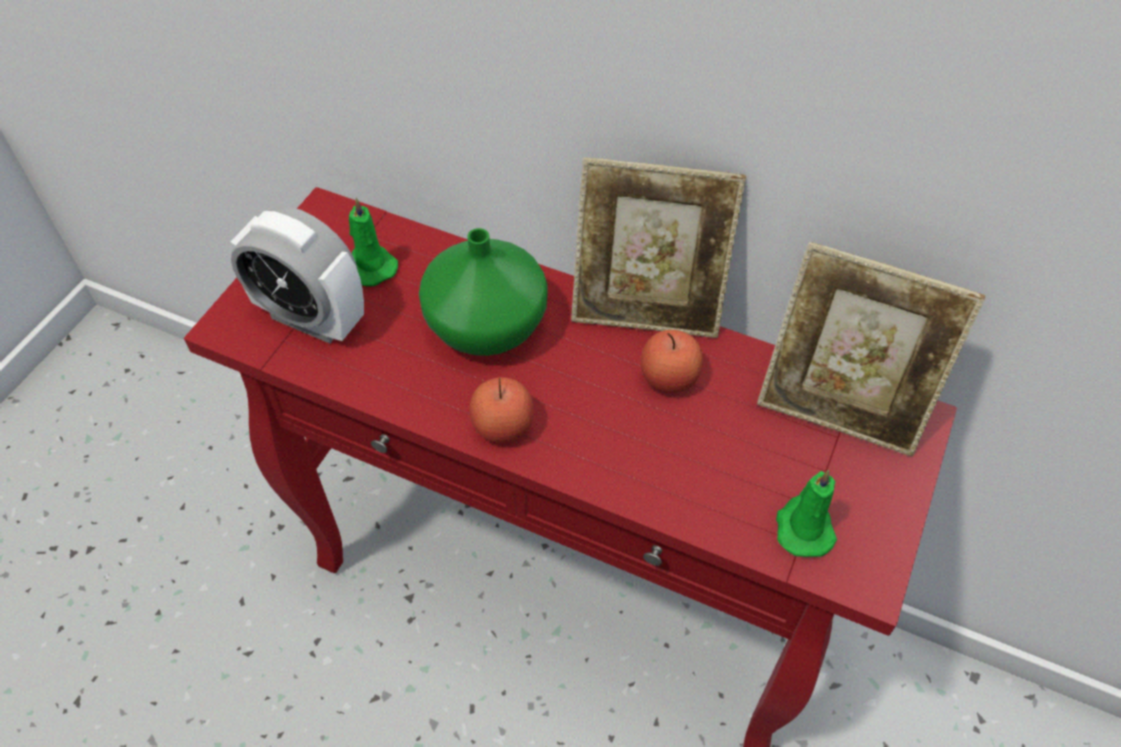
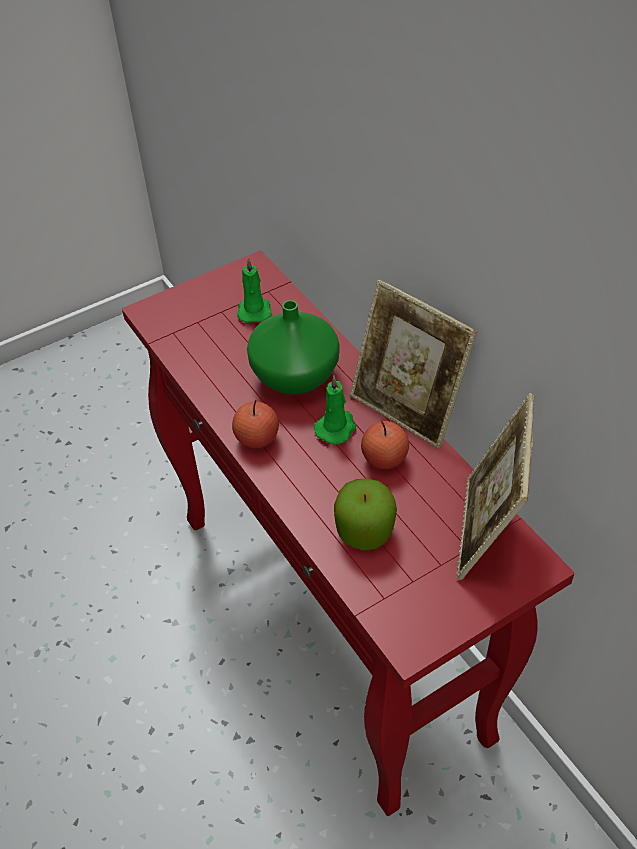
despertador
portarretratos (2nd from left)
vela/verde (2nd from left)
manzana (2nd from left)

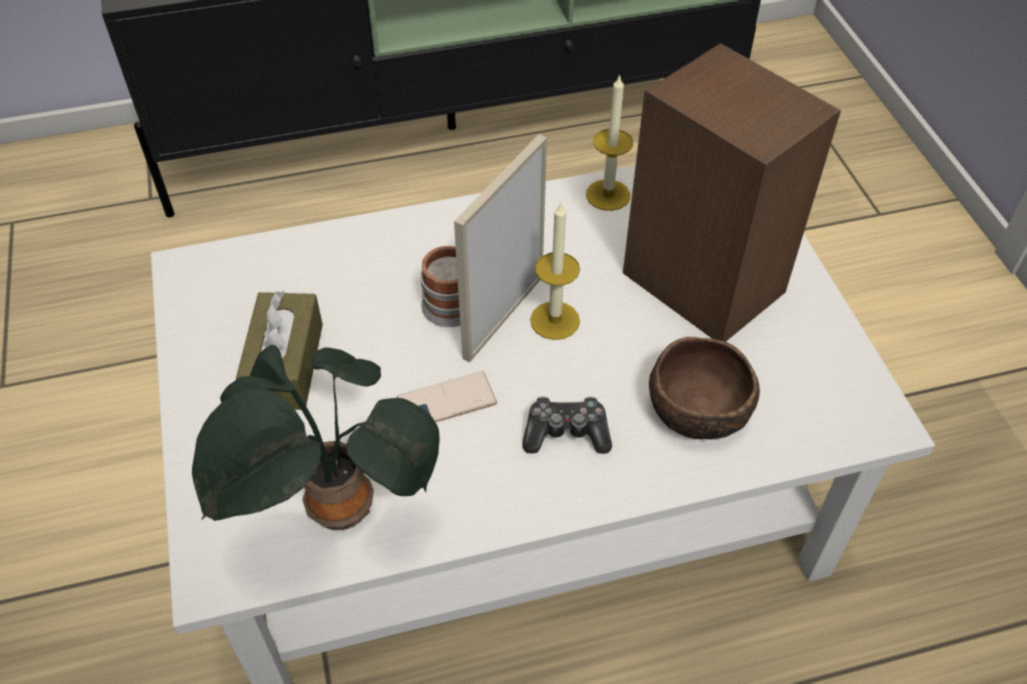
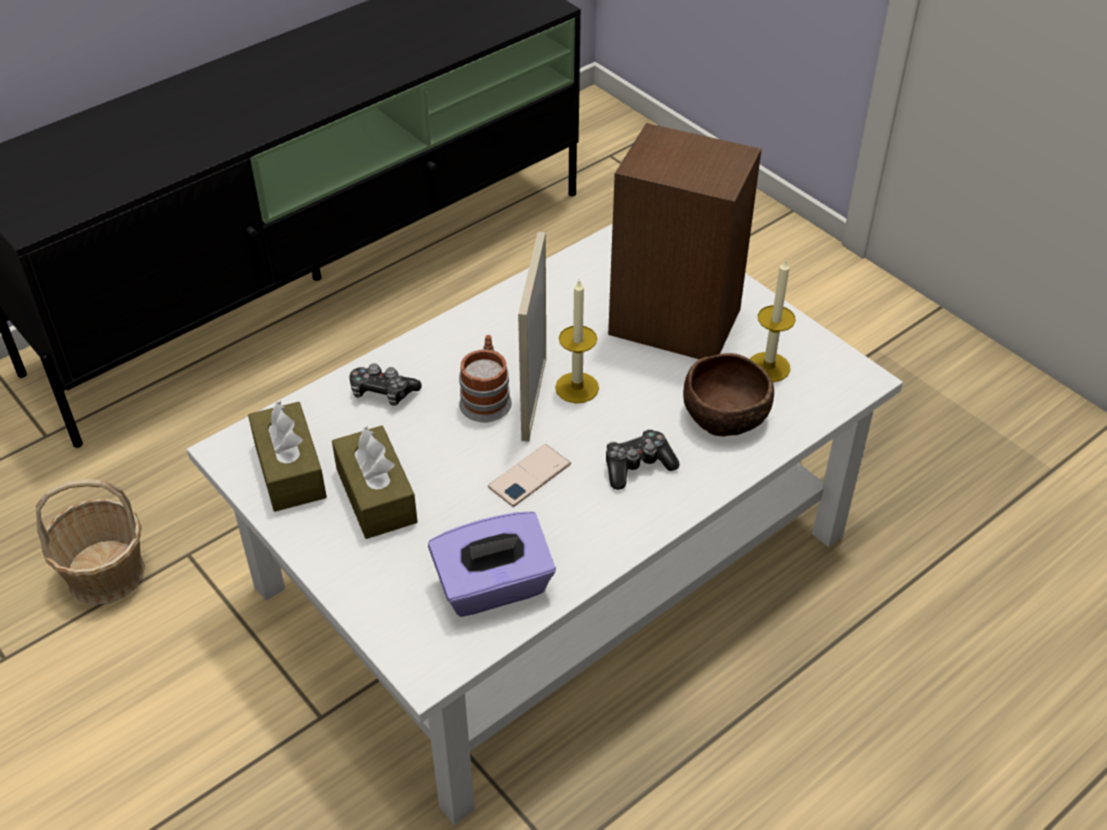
vela (2nd from left)
caja de pañuelos/morado
mando de consola (1st from left)
caja de pañuelos/marrón (1st from left)
cesta

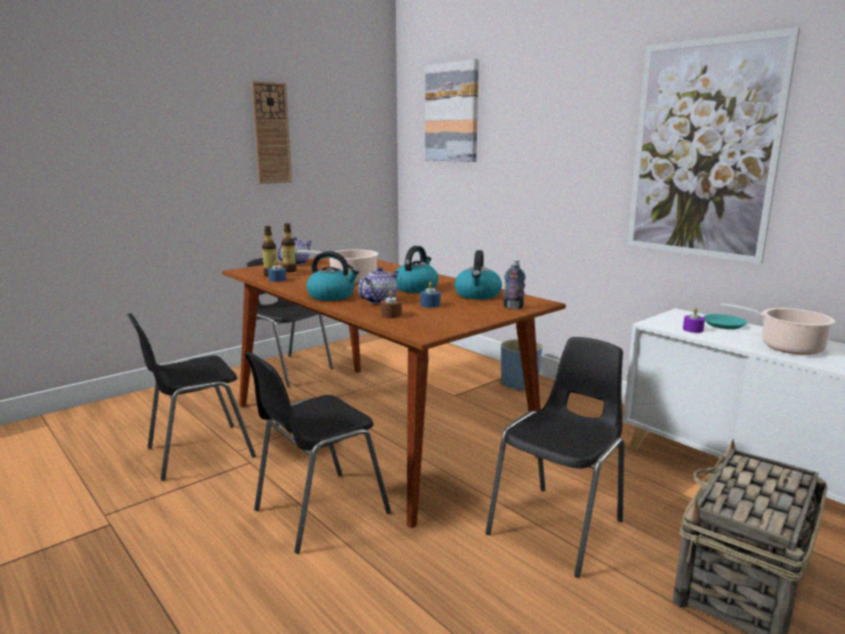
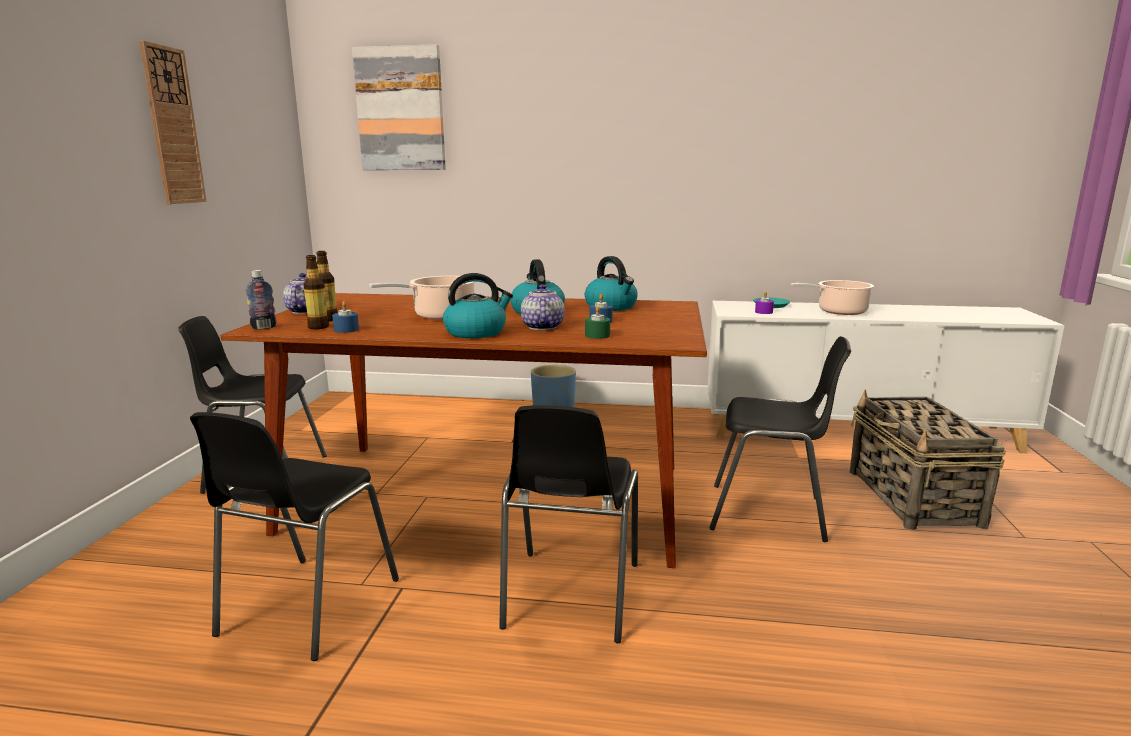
cuadro (2nd from left in the first image)
botella (1st from left)
vela/verde
silla/negro (4th from left)

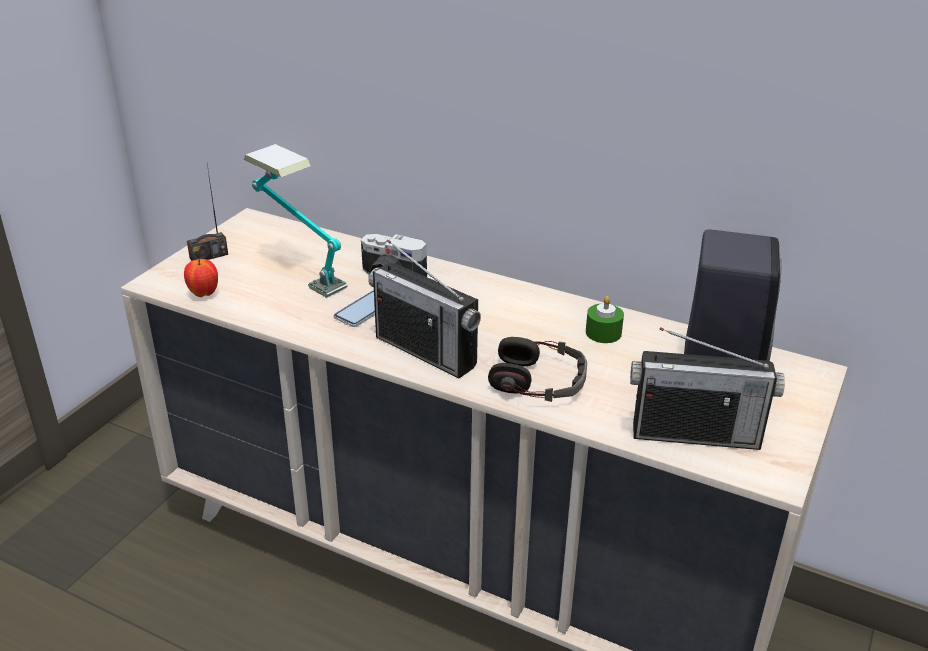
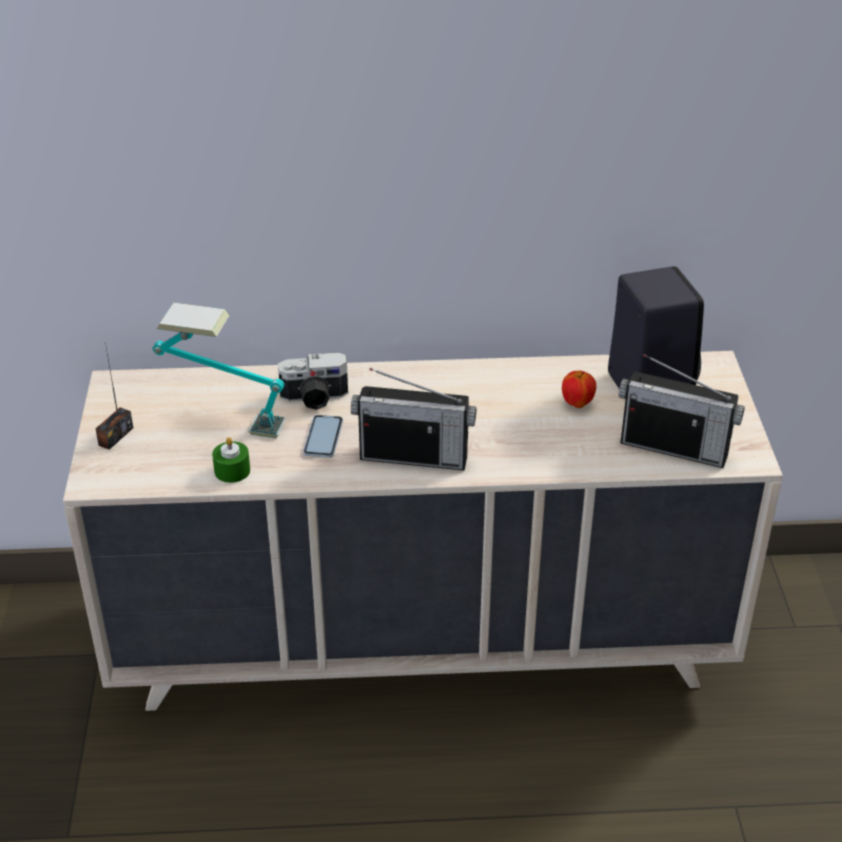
manzana
vela/verde
radio (3rd from left)
auriculares

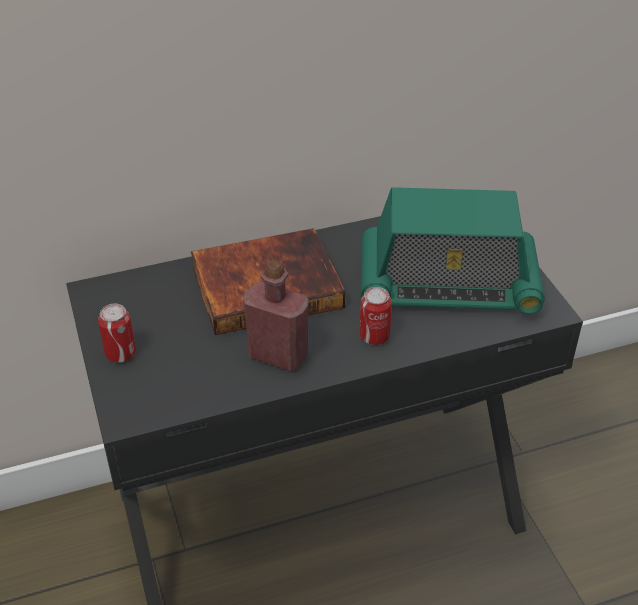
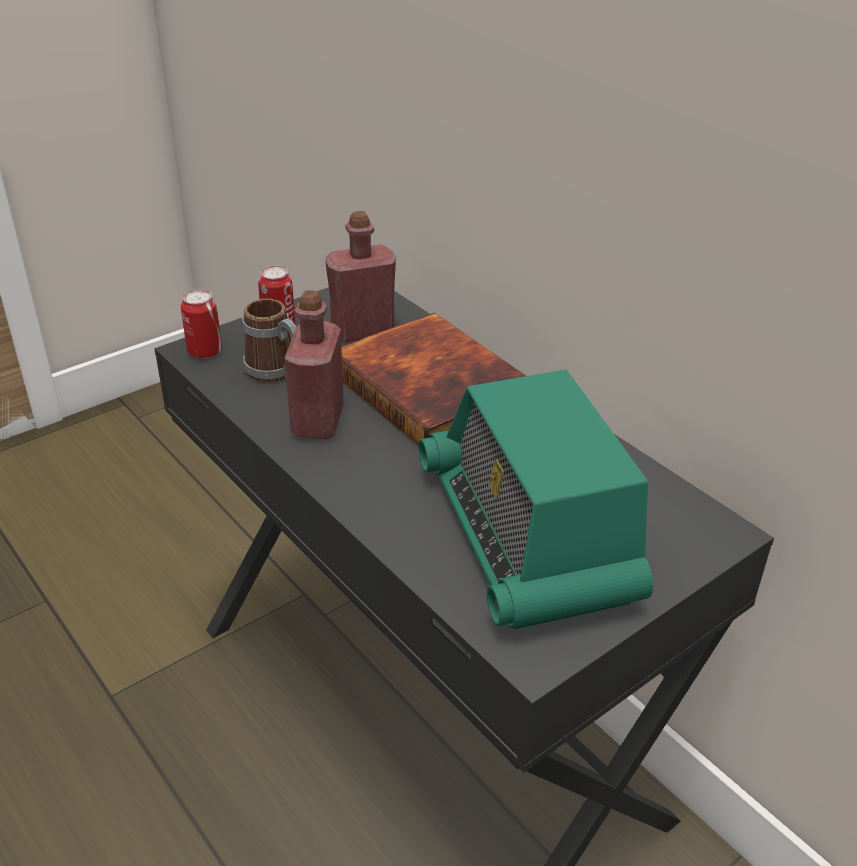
lata (1st from left)
botella/rojo (2nd from left)
taza grande

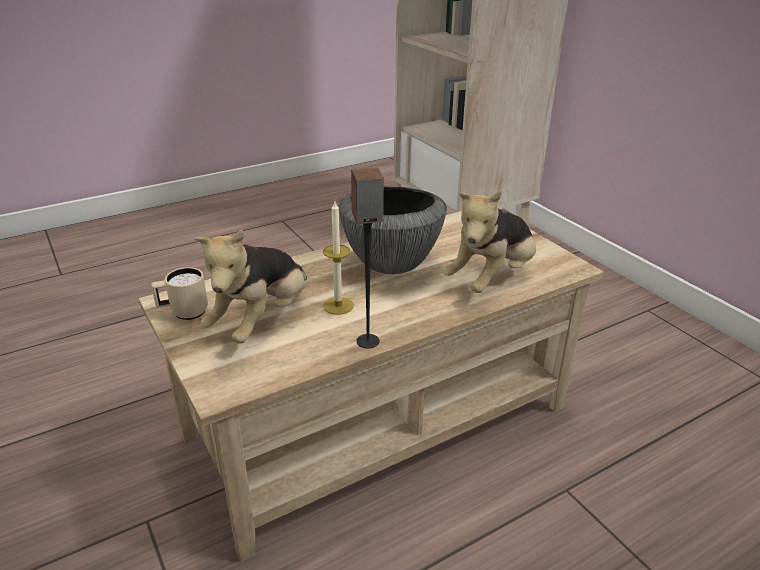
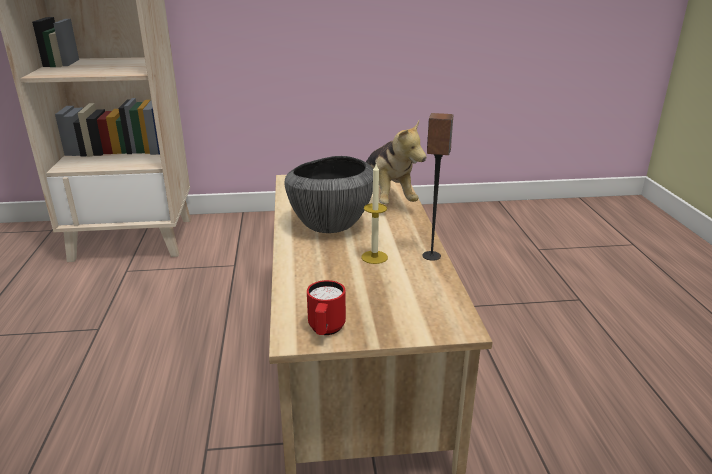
peluche (1st from left in the first image)
taza grande/rojo

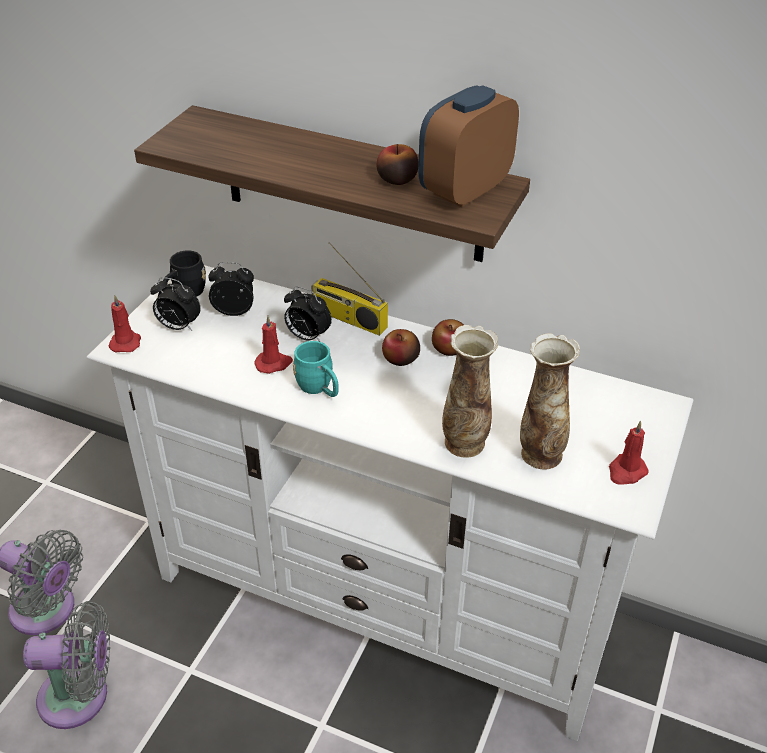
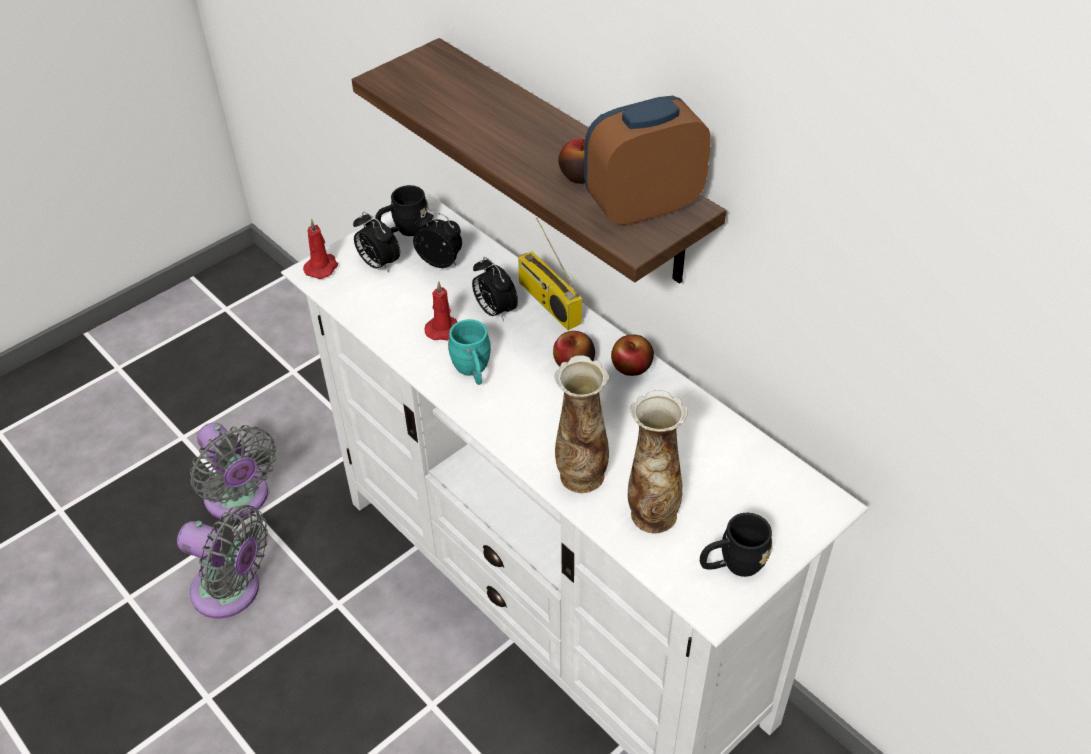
taza grande/negro (2nd from left)

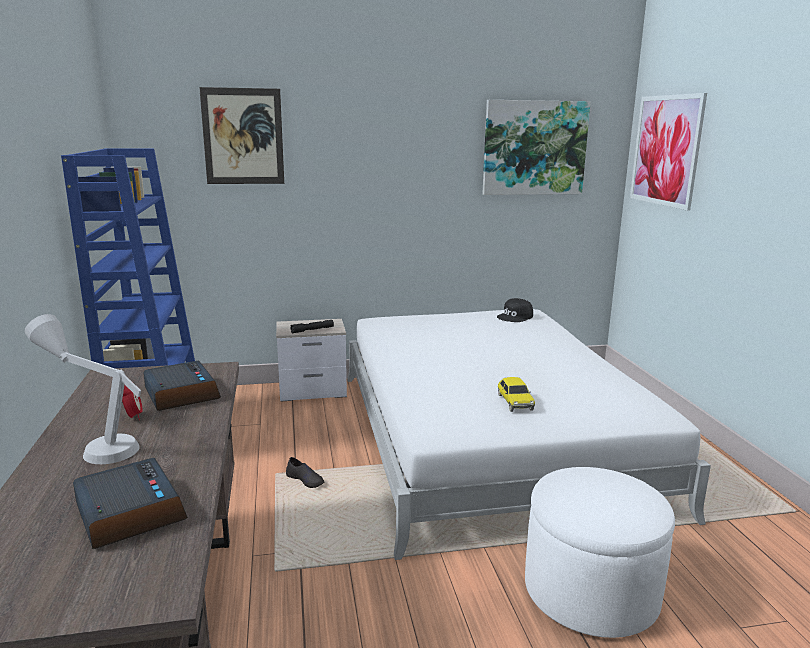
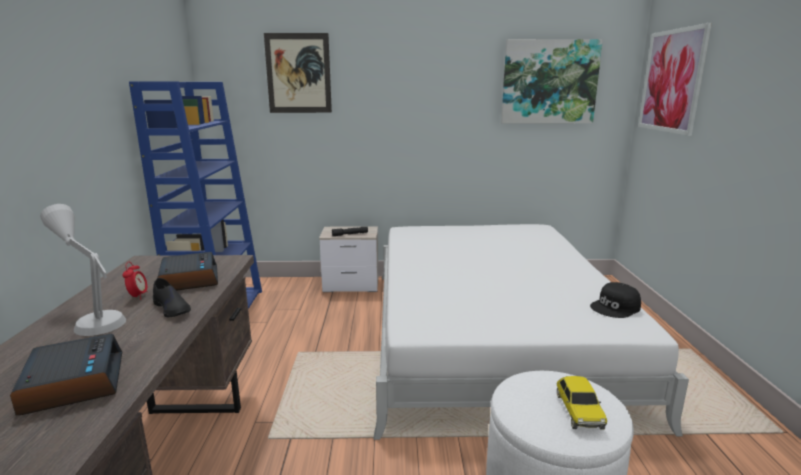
gorra/negro
coche de juguete
zapato/negro

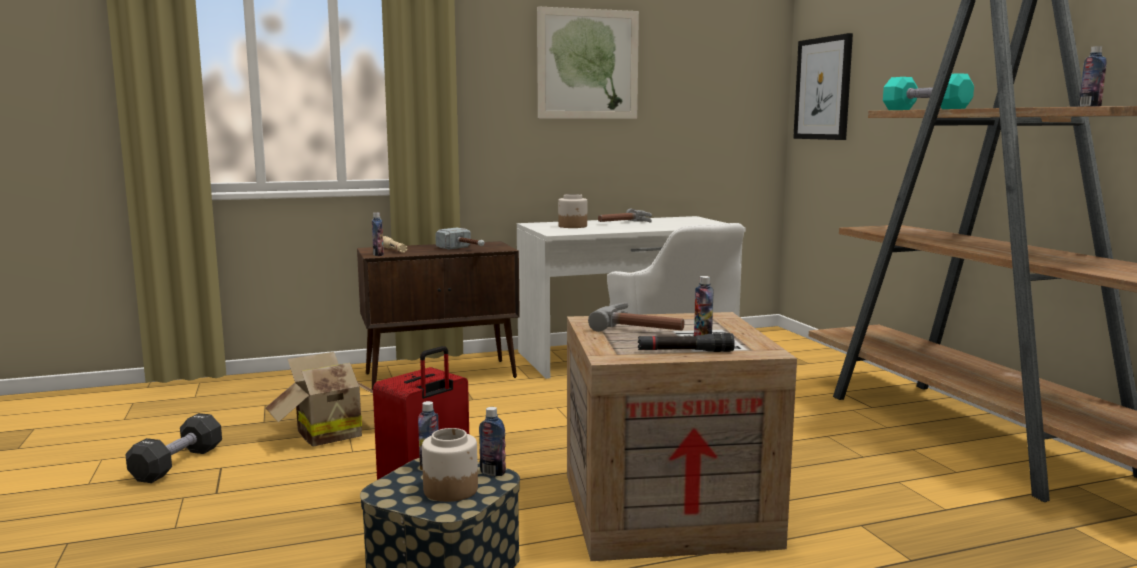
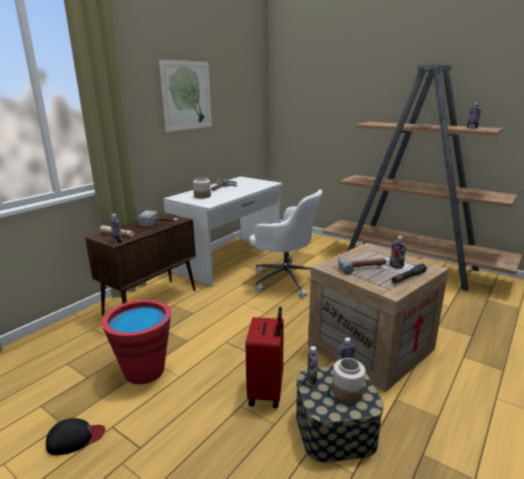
cuadro (2nd from left in the first image)
mancuerna/turquesa
cubo/rojo
gorra/negro

